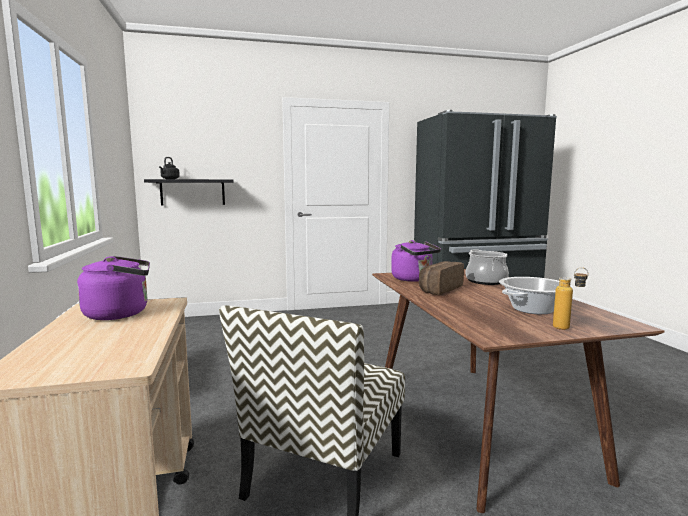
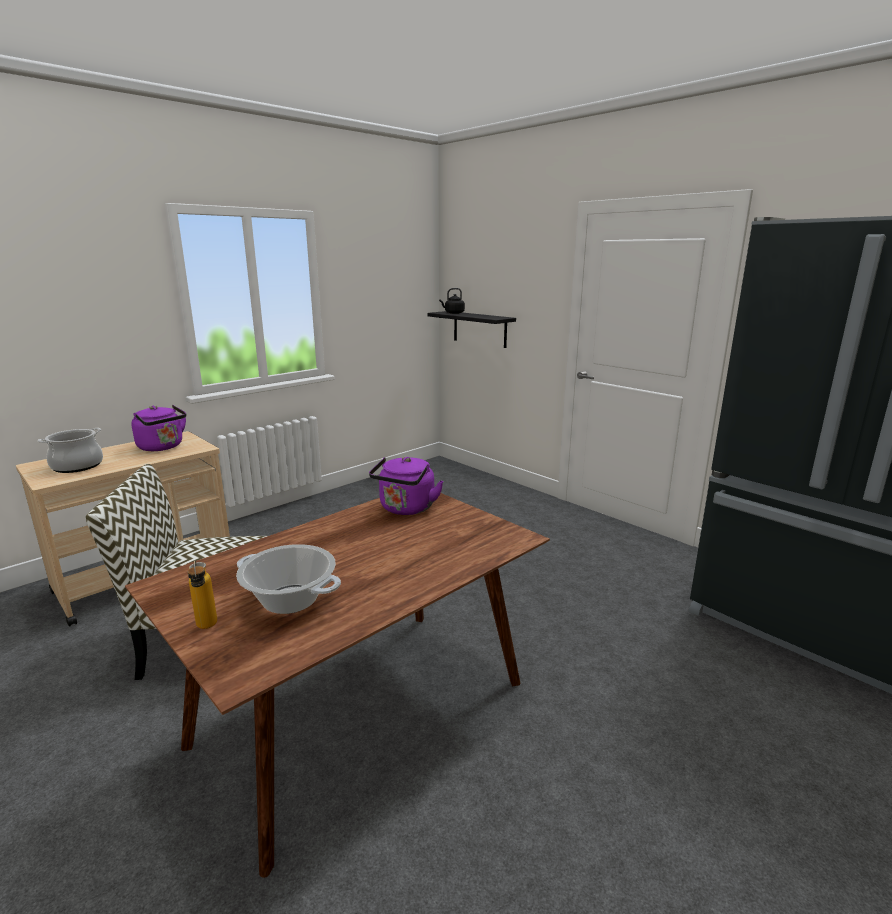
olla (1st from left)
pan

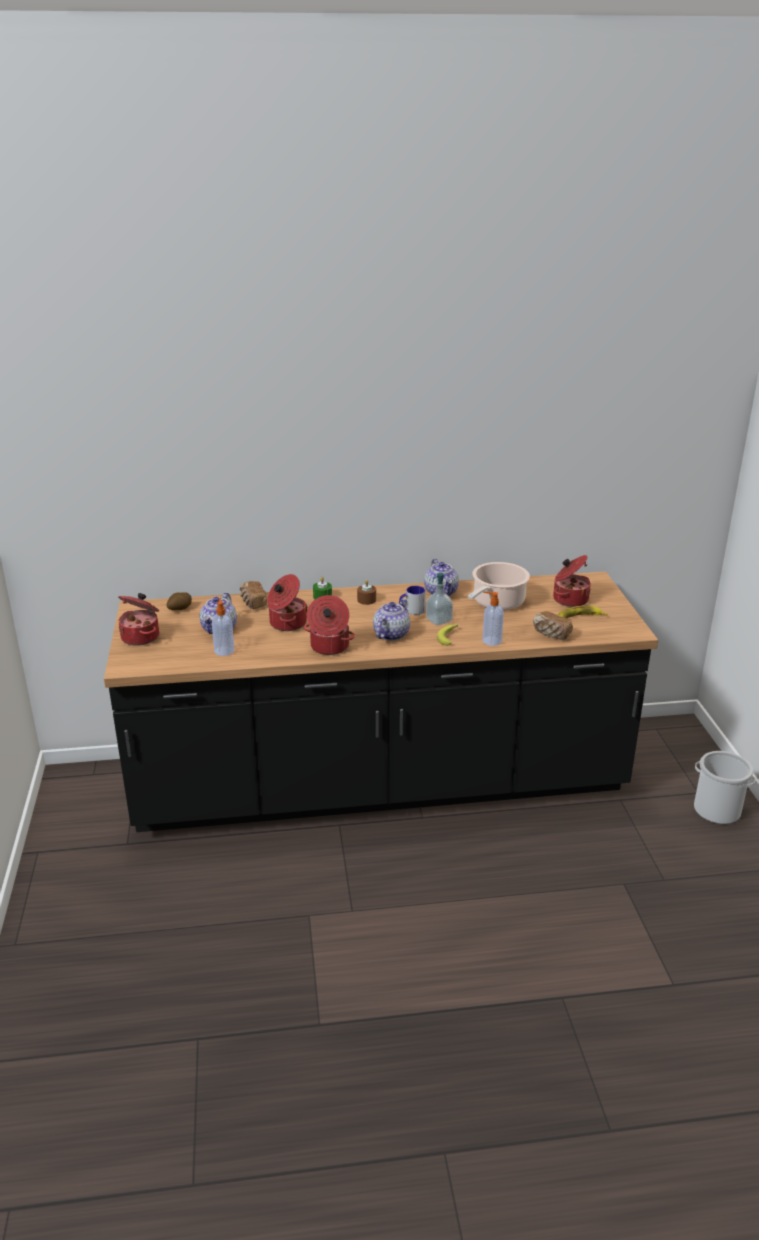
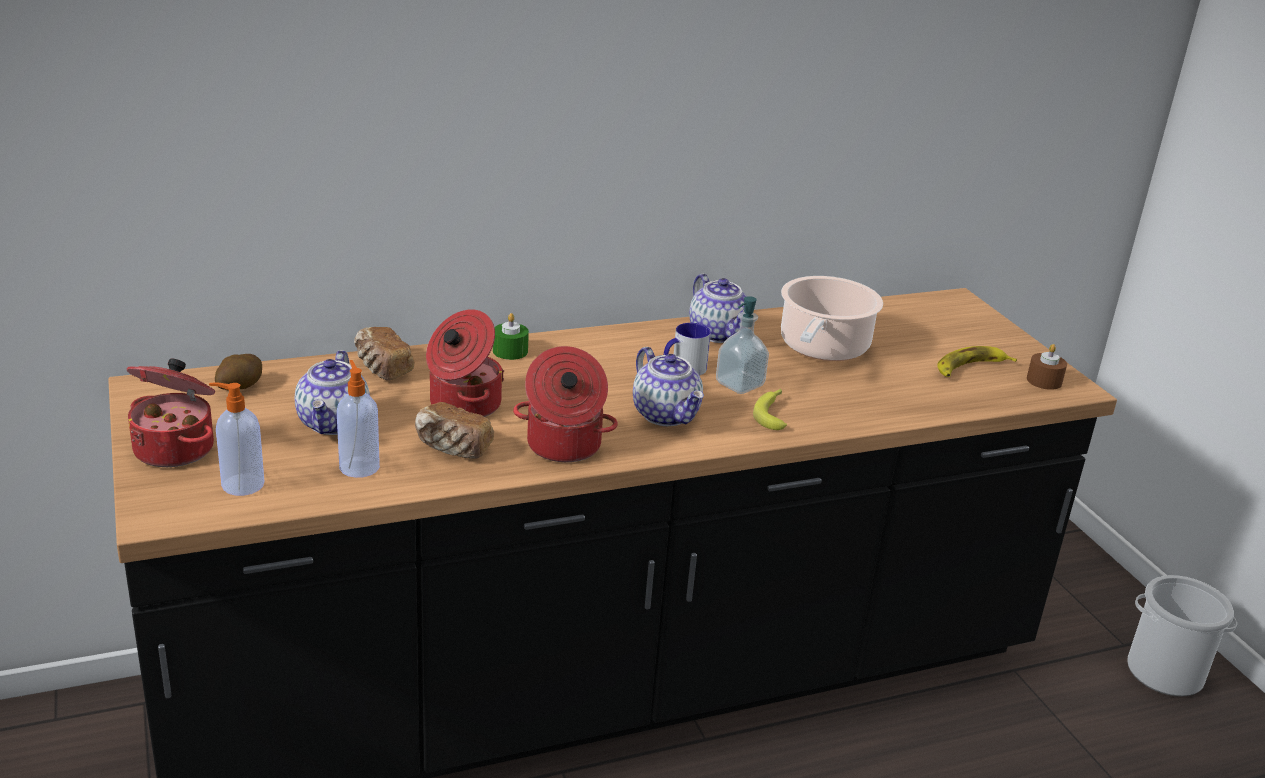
olla (5th from left in the first image)
vela/marrón
dispensador de jabón (1st from left)
tetera (2nd from left)
pan (2nd from left)

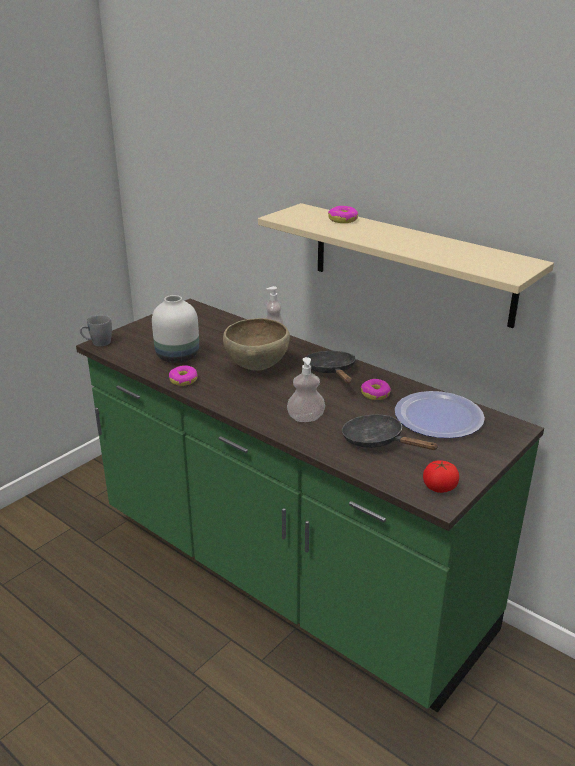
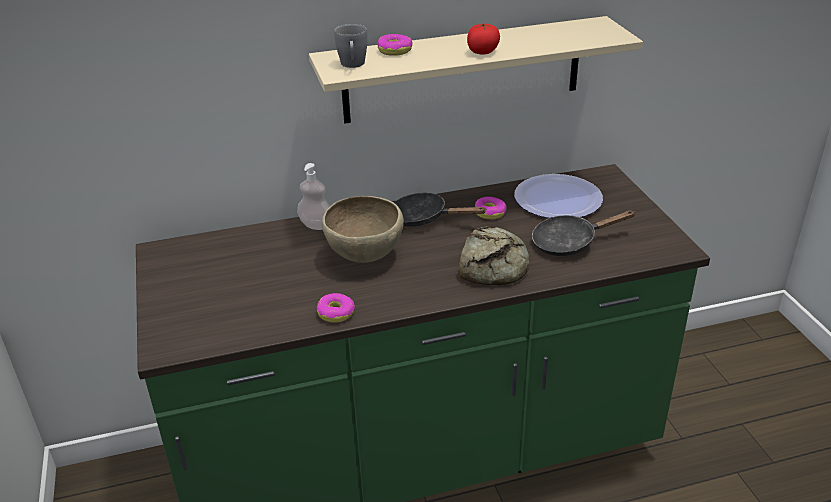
florero/blanco
taza grande/gris
pan
tomate

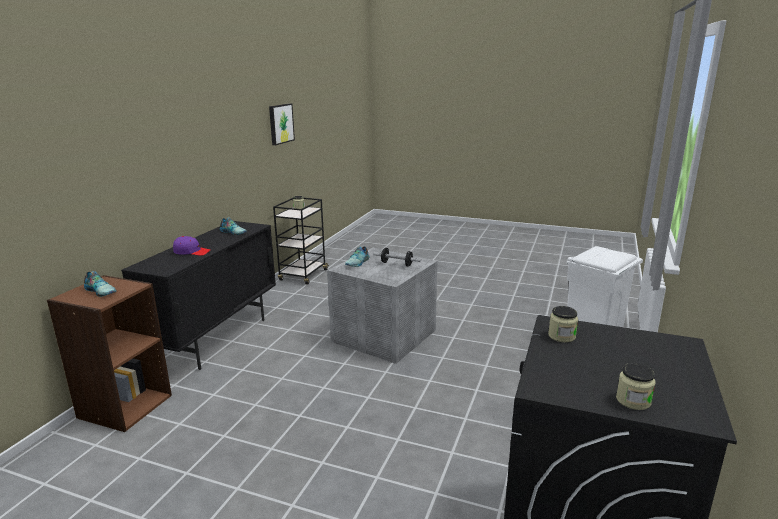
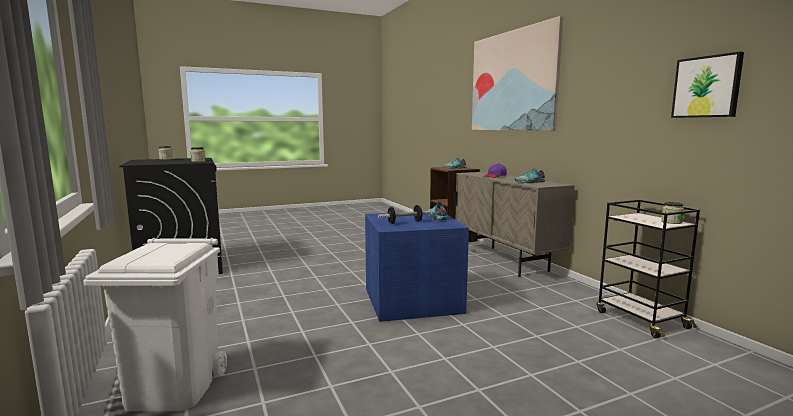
armario/beis
caja de almacenaje/azul
cuadro (1st from left)

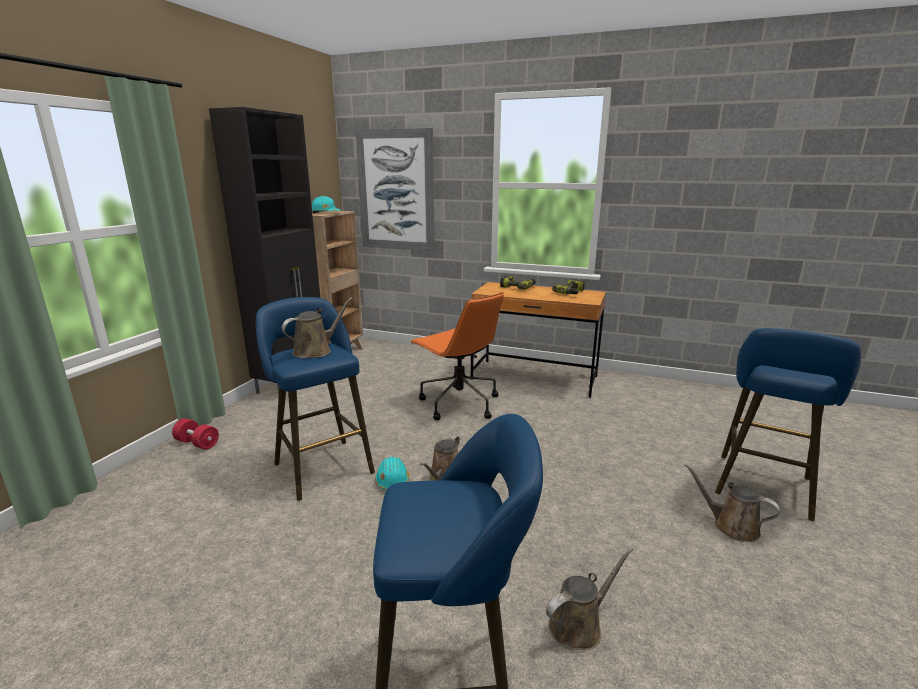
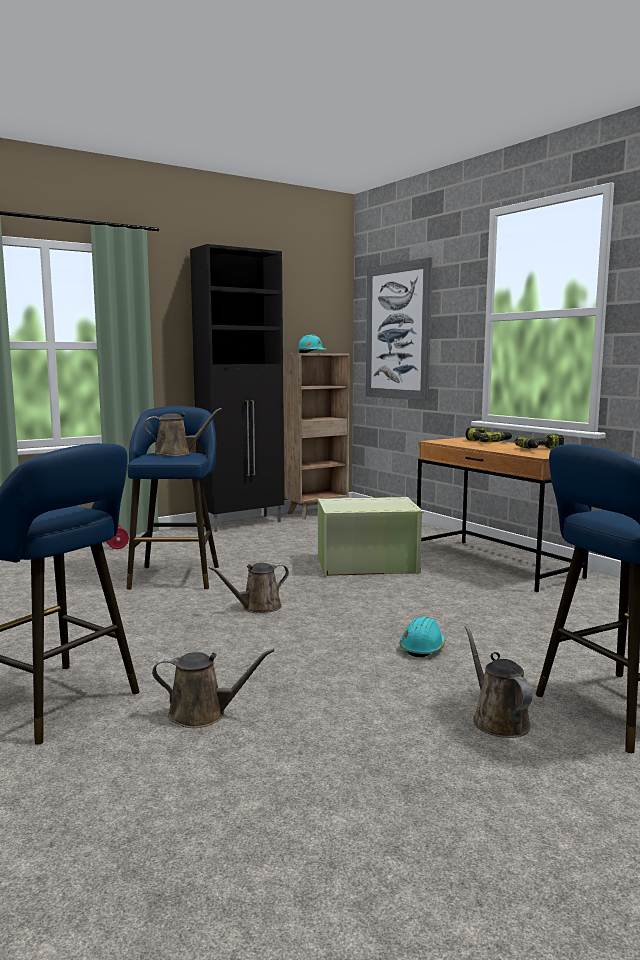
caja de almacenaje/verde
casco/turquesa (2nd from left)

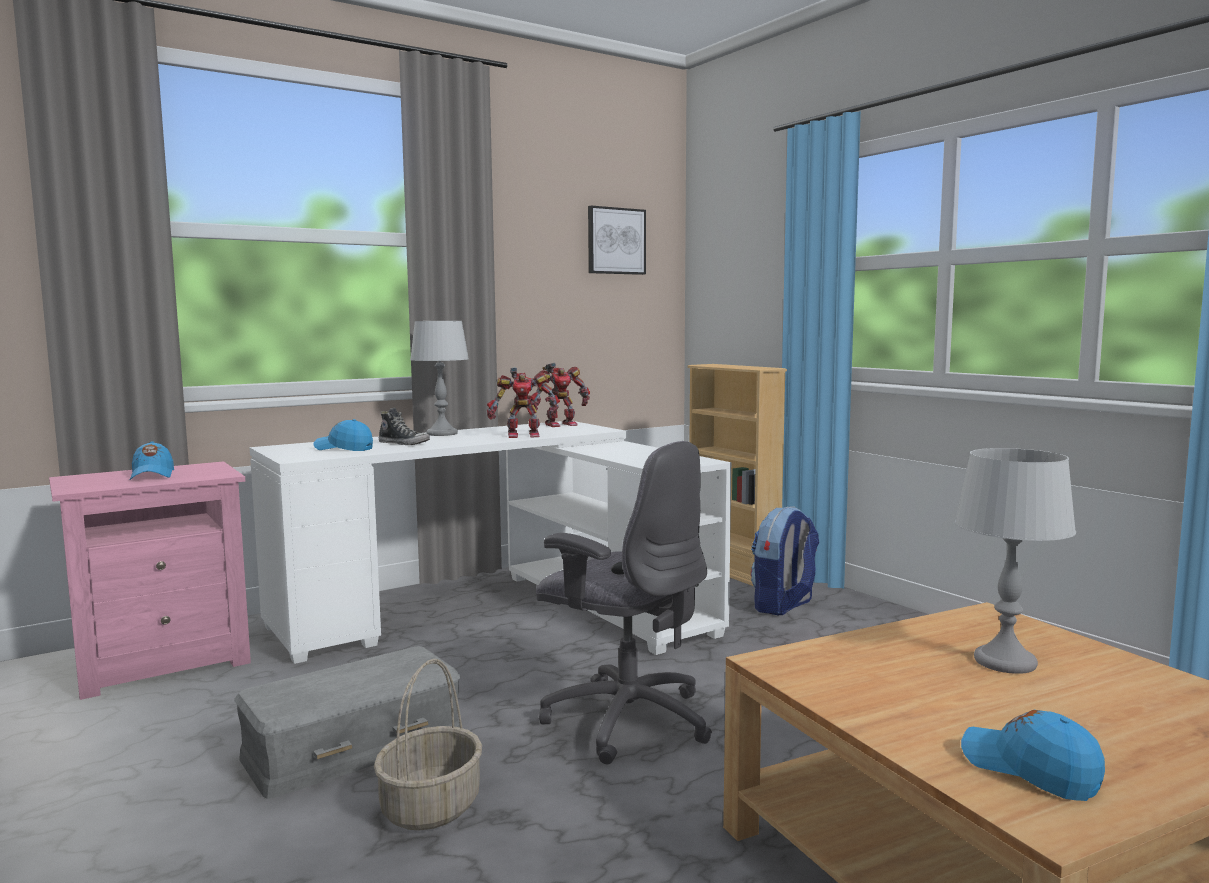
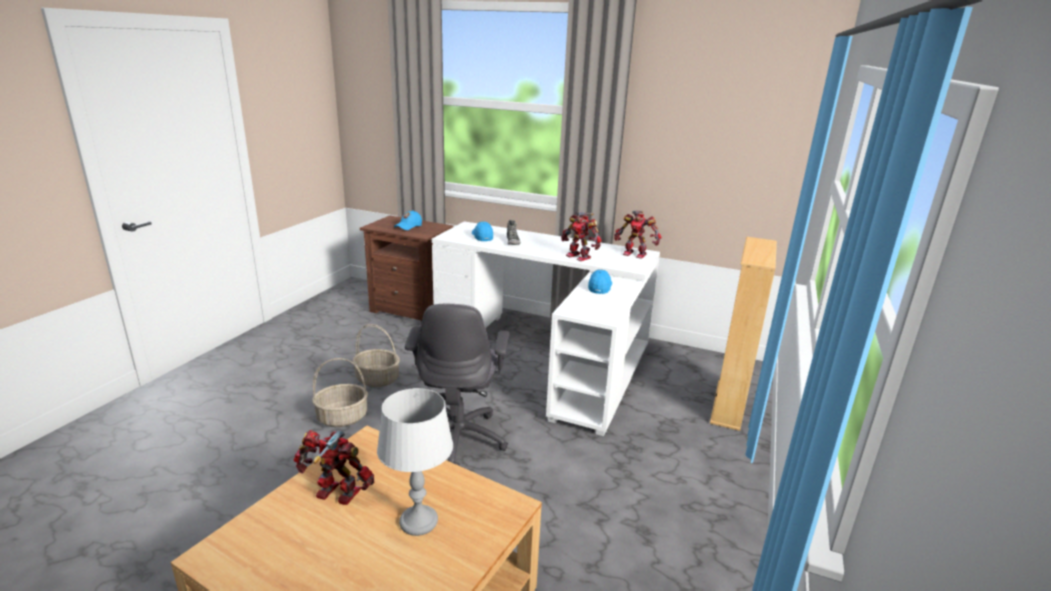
cuadro
lámpara de mesa/gris (1st from left in the first image)
mesita de noche/marrón
mochila
cesta (2nd from left)
gorra/azul (3rd from left)
robot de juguete (1st from left)

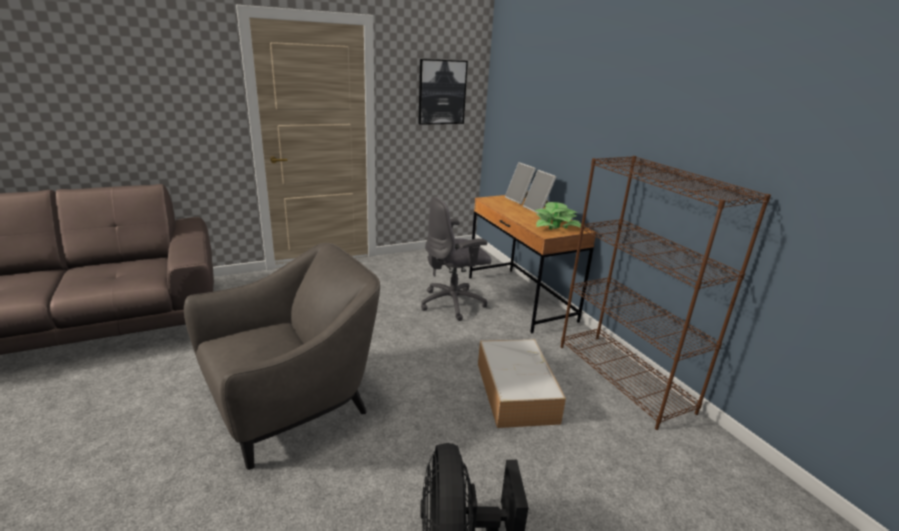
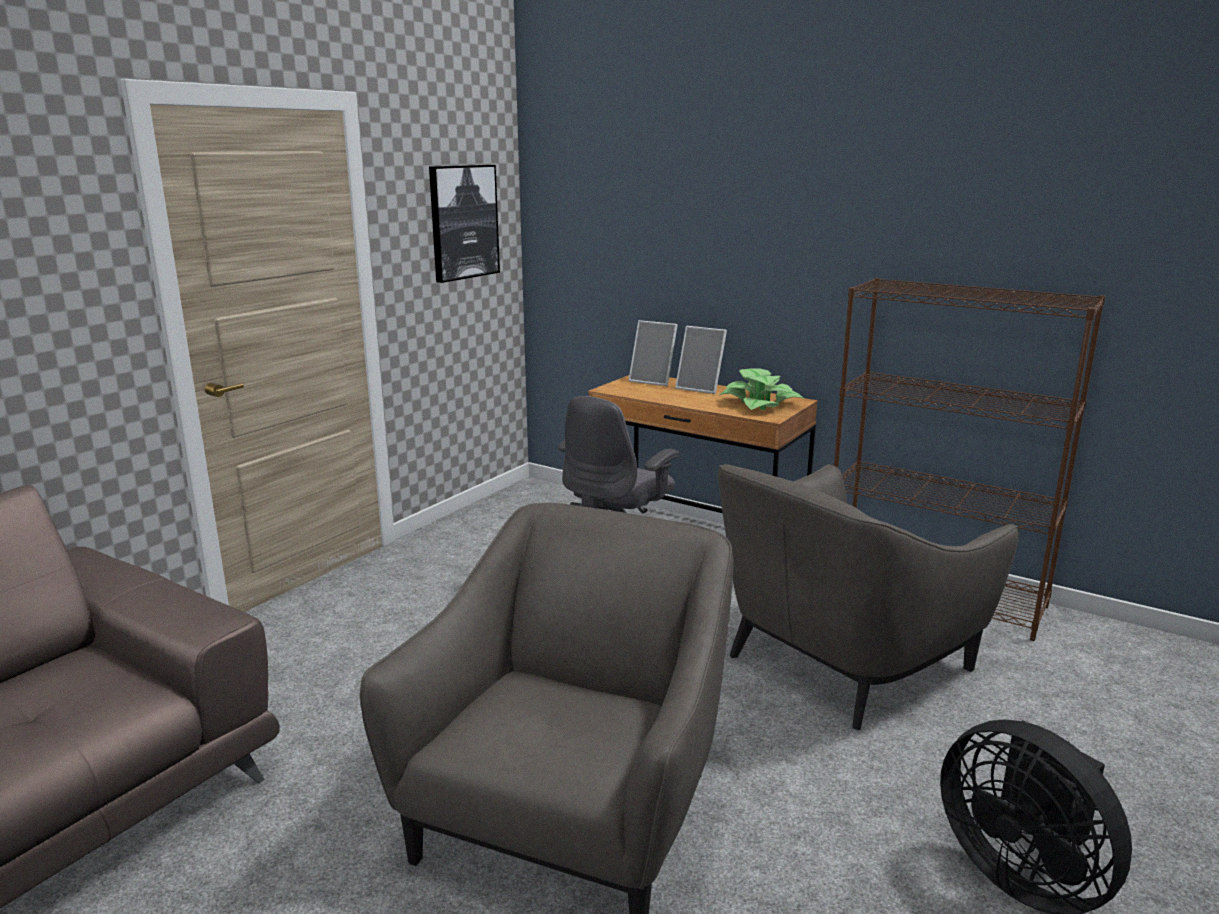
sillón/gris (2nd from left)

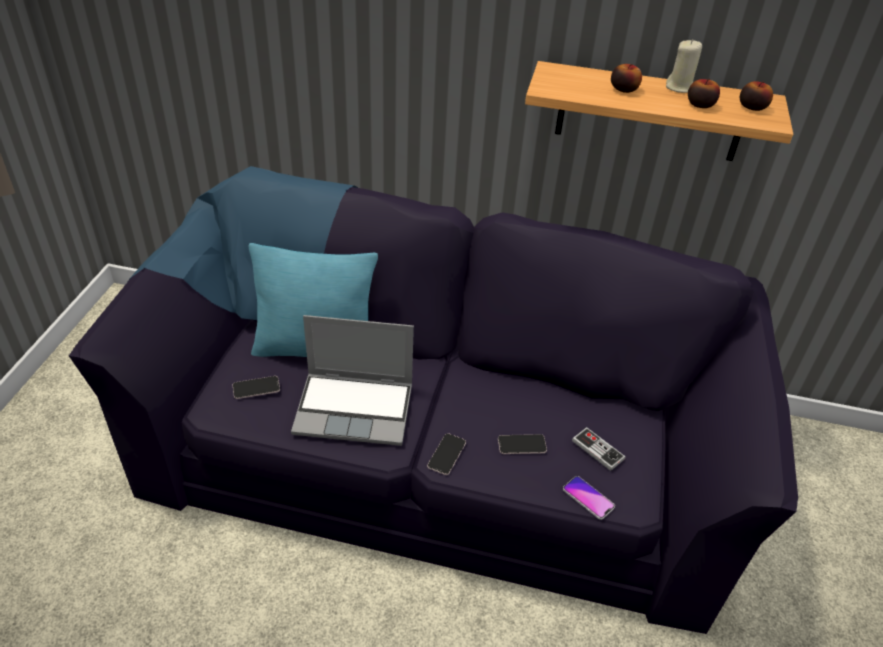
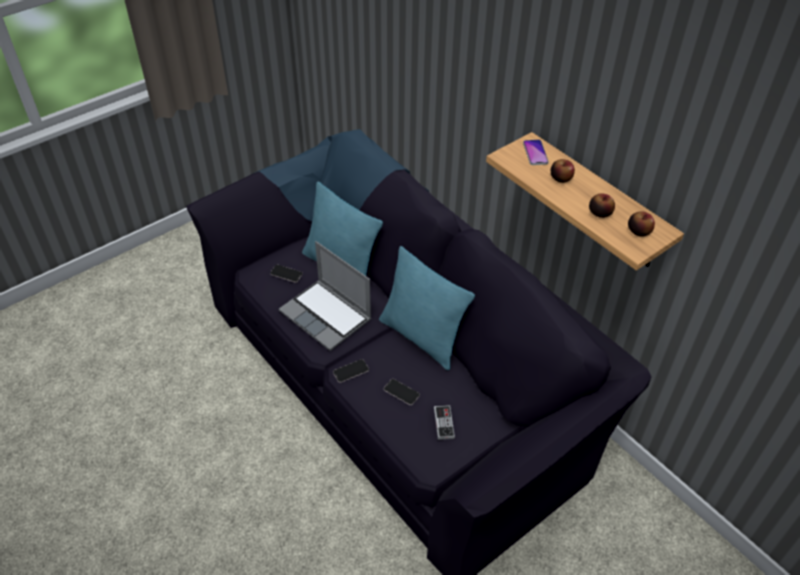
vela/beis
móvil (4th from left)
cojín/turquesa (2nd from left)

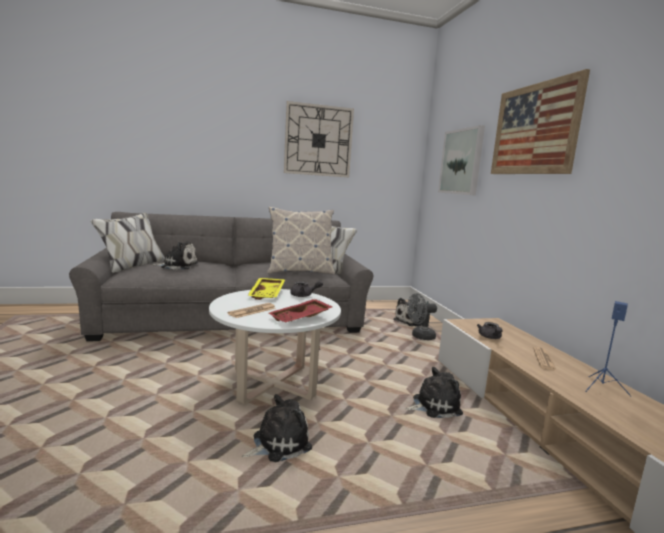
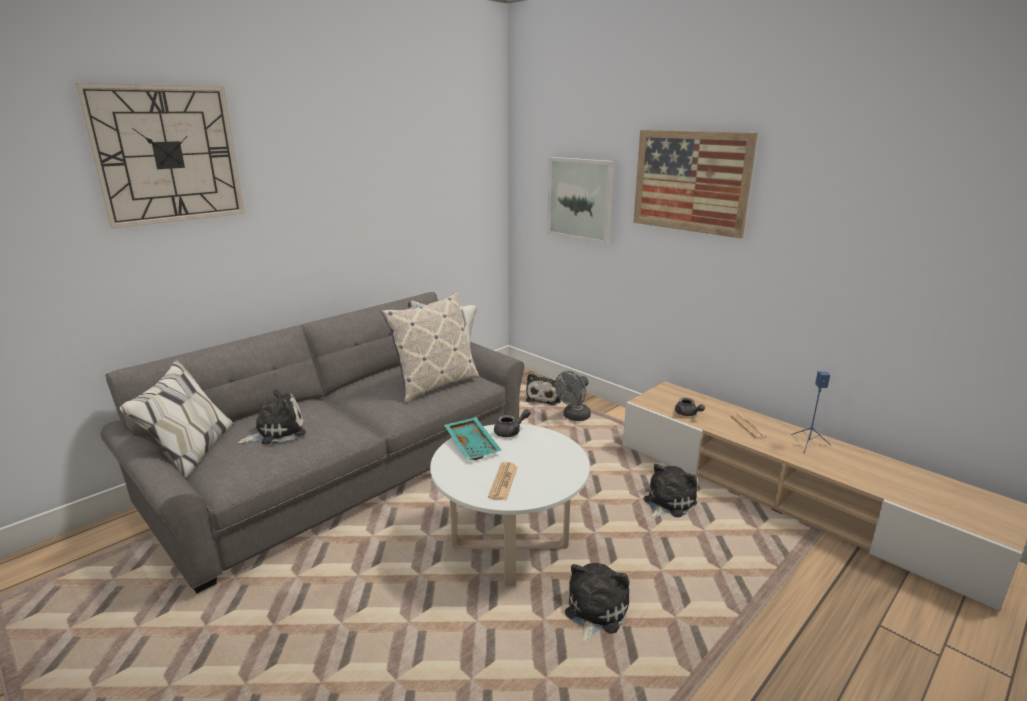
reloj de pared
bandeja/turquesa
bandeja/rojo

